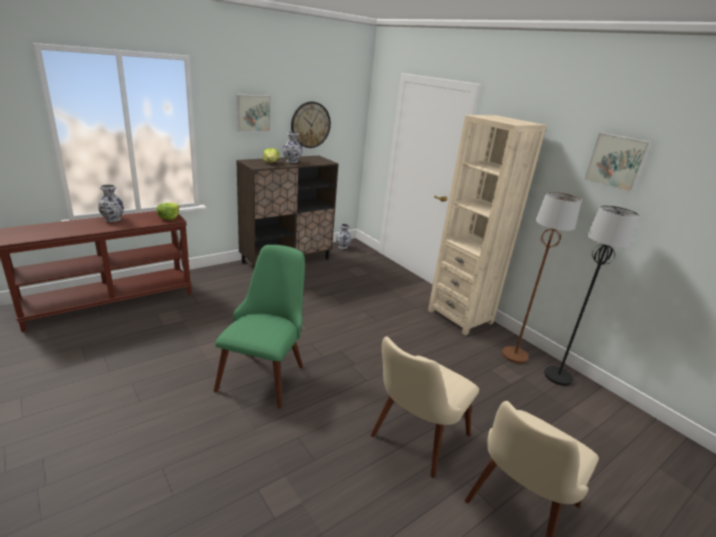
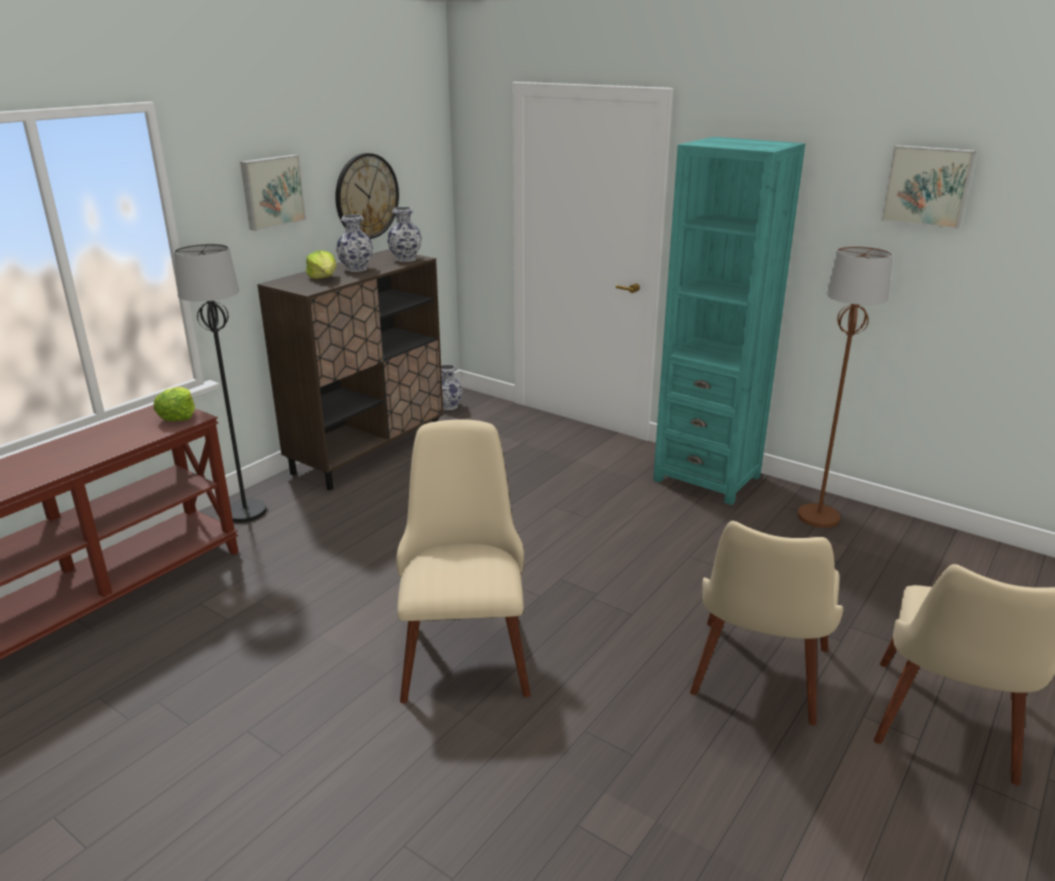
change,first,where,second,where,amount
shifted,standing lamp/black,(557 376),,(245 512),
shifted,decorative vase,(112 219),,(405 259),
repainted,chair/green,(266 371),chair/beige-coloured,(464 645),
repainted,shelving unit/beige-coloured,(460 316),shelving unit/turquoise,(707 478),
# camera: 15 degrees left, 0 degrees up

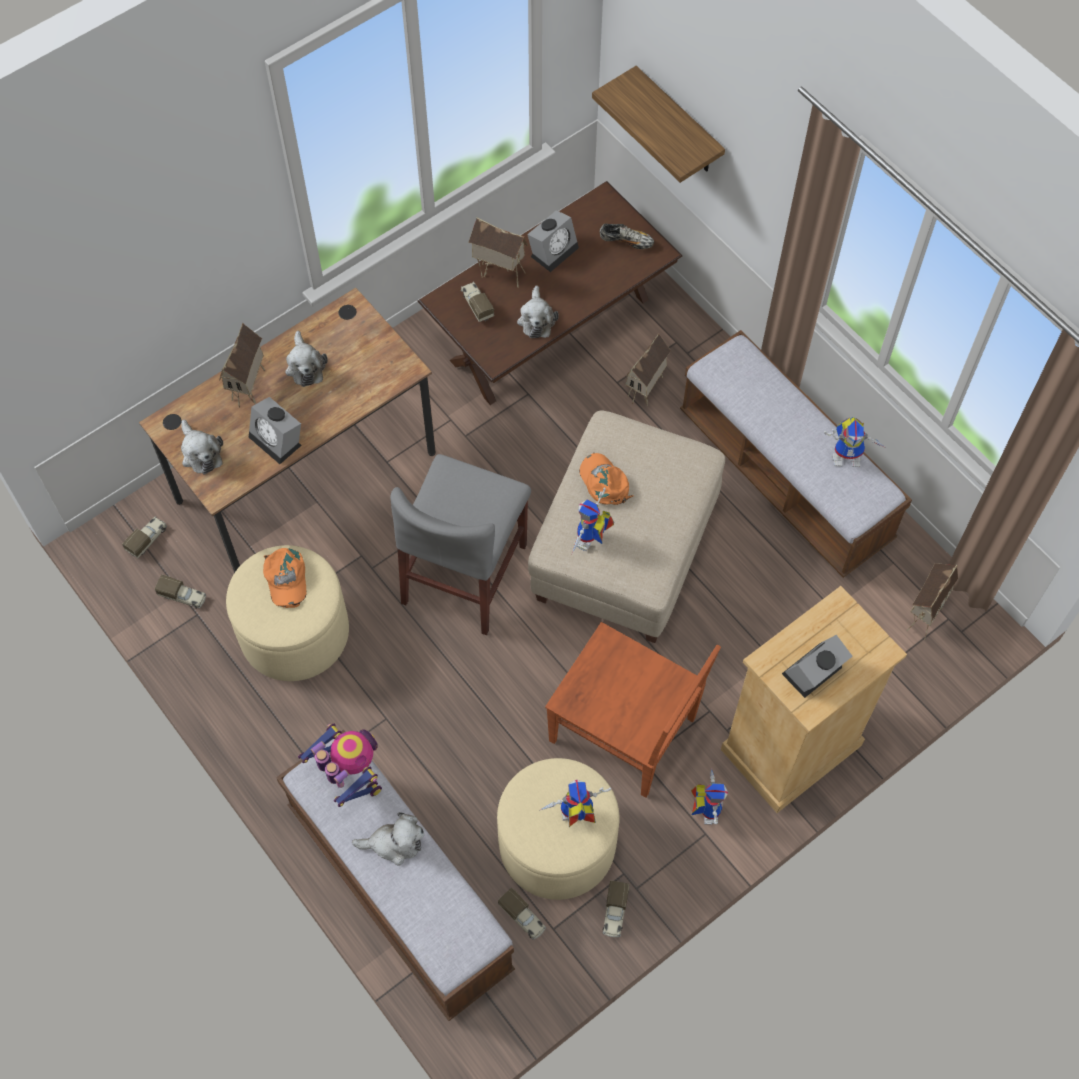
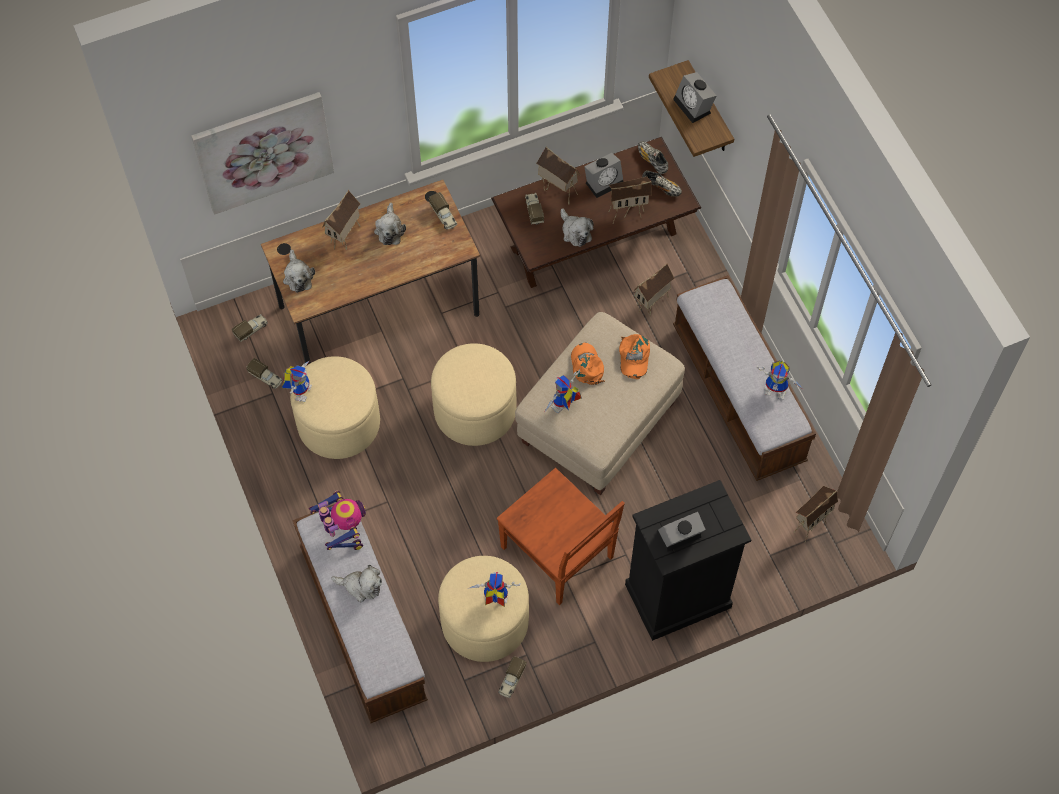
change,first,where,second,where,amount
new,,,wall art,(264 152),
shifted,toy robot,(705 808),,(300 390),
shifted,toy lorry,(523 917),,(443 216),
swapped,chair/grey,(465 574),ottoman/beige-coloured,(475 410),
rotated,soft toy,(536 319),,(575 232),45 degrees counterclockwise
new,,,model house,(627 212),
shifted,cap/orangey,(285 579),,(633 357),
repainted,dresser/beige-coloured,(790 748),dresser/black,(677 596),
new,,,low shoe,(652 160),
shifted,bedside clock,(278 440),,(694 106),
# camera: 15 degrees right, 0 degrees up

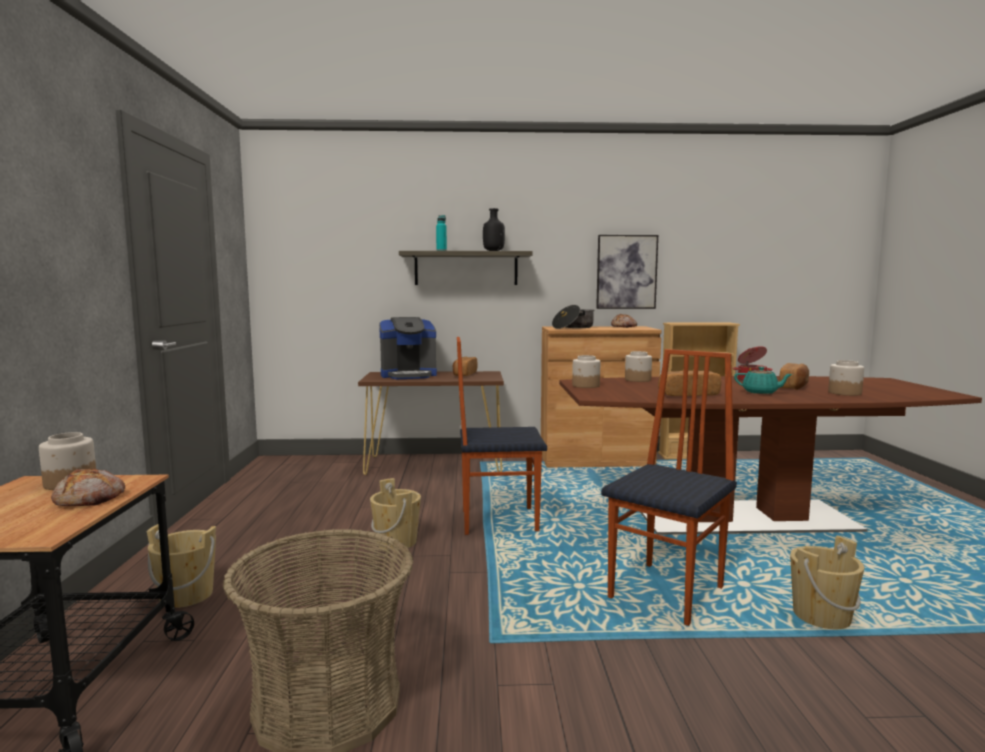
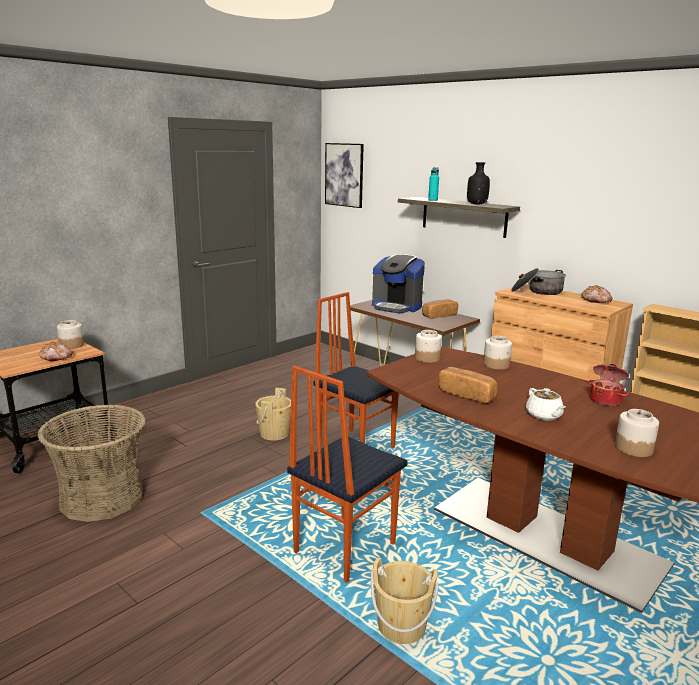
change,first,where,second,where,amount
rotated,chair,(668 593),,(343 548),135 degrees clockwise
shifted,wall art,(626 272),,(344 175),
repainted,teapot/turquoise,(761 392),teapot/whitish,(544 415),
gone,water bucket/beige-coloured,(186 595),,,
gone,baked bread,(794 386),,,
# camera: 45 degrees right, 10 degrees up

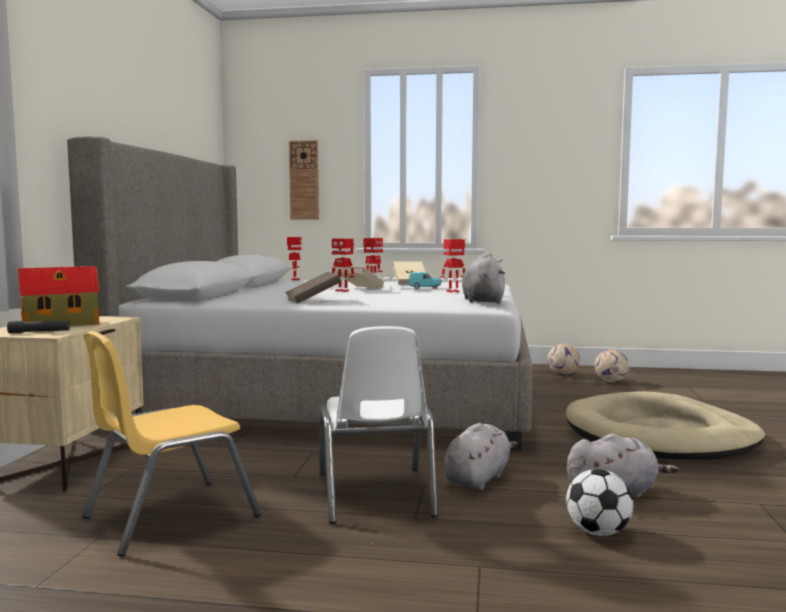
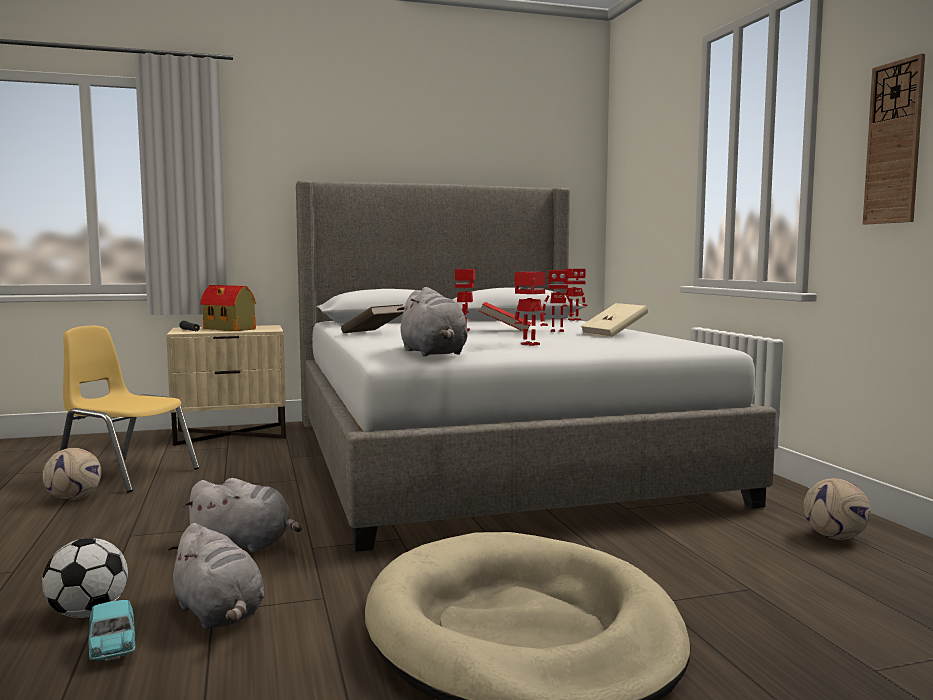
change,first,where,second,where,amount
shifted,football ball,(611 381),,(74 498),
shifted,model car/turquoise,(424 288),,(113 649),
rotated,soft toy/grey,(483 301),,(433 354),90 degrees clockwise
repainted,volume/beige-coloured,(359 288),volume/red,(505 331),
shifted,hanging clock,(304 180),,(894 143),
gone,chair/whitish,(375 494),,,
# camera: 65 degrees right, 0 degrees up

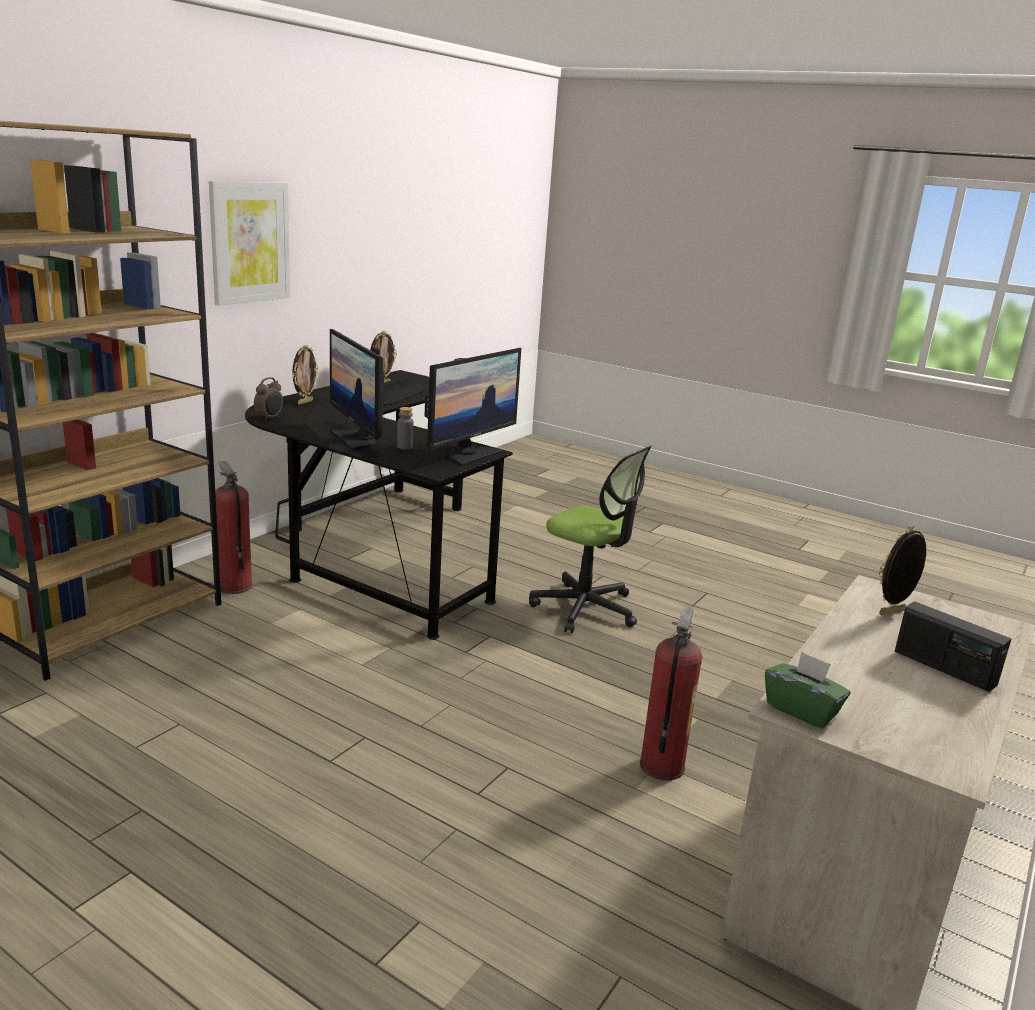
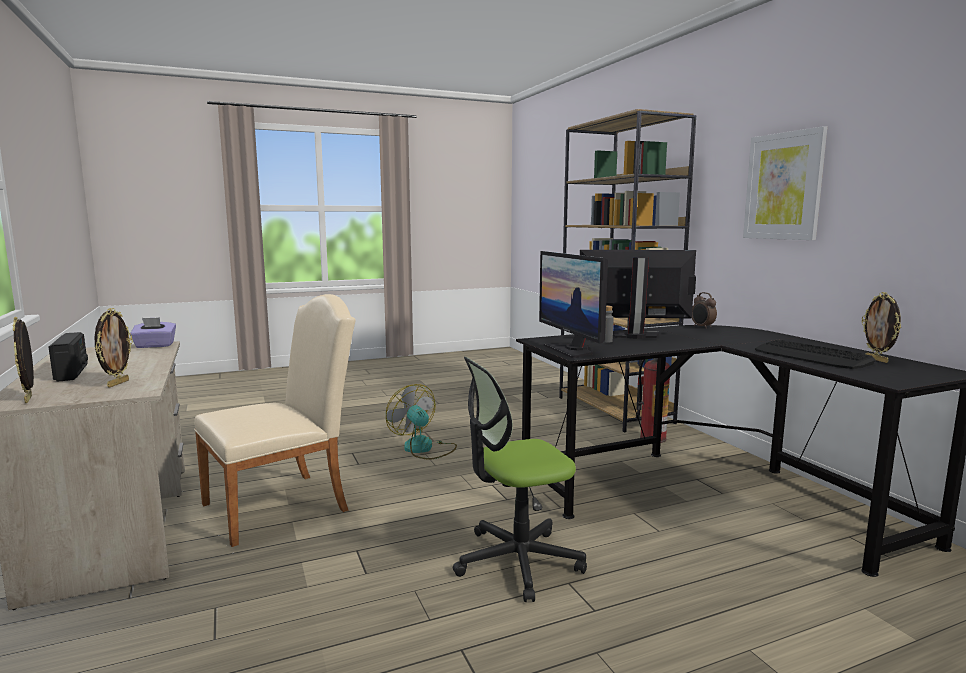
change,first,where,second,where,amount
shifted,photo frame,(305 402),,(30 399),
rotated,radio set,(944 668),,(72 373),75 degrees clockwise
repainted,tissue box/green,(802 710),tissue box/purple-coloured,(155 345),
swapped,fire extinguisher,(661 765),chair/beige-coloured,(285 504),
new,,,fan,(423 448),
# camera: 125 degrees right, 10 degrees down

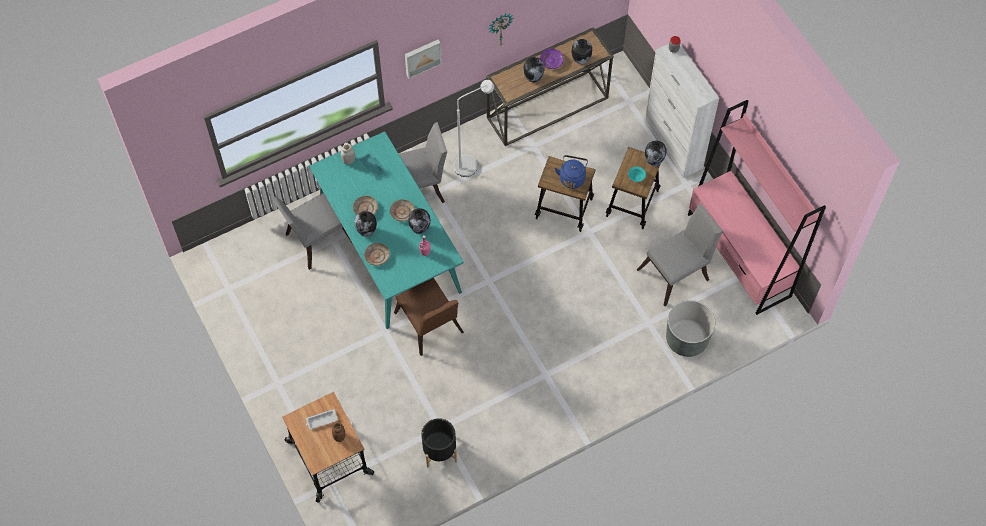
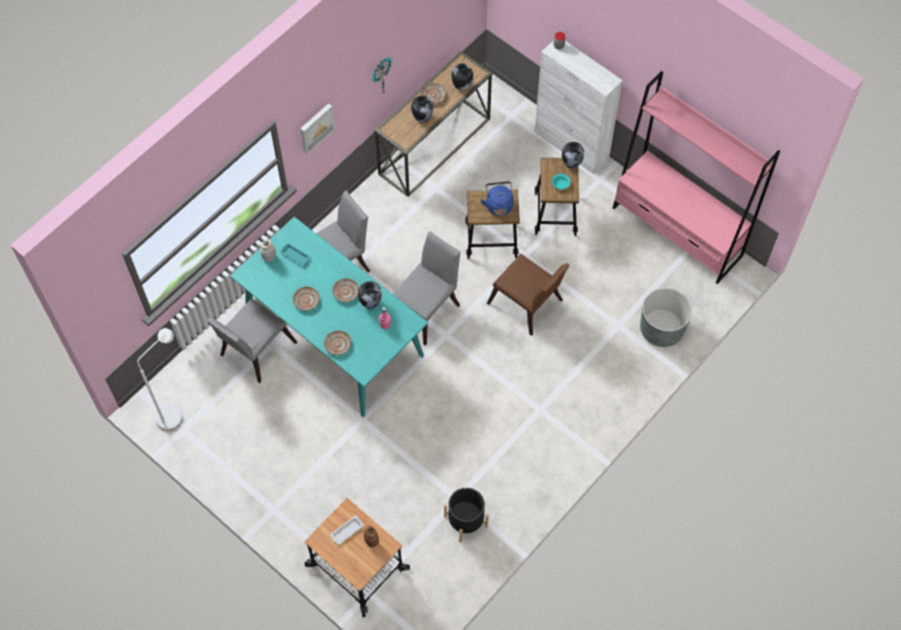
change,first,where,second,where,amount
shifted,standing lamp/whitish,(471 164),,(174 413),
shifted,chair/grey,(677 273),,(426 308),
repainted,flat dish/purple-coloured,(551 61),flat dish/beige-coloured,(433 95),
shifted,chair/brownish,(430 327),,(528 305),
gone,decorative vase,(366 232),,,
# camera: 20 degrees left, 0 degrees up

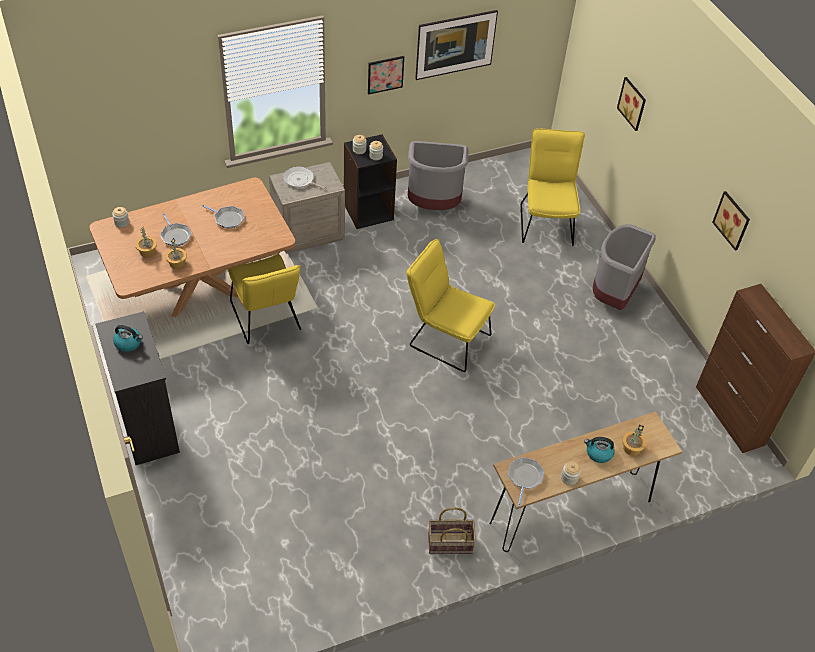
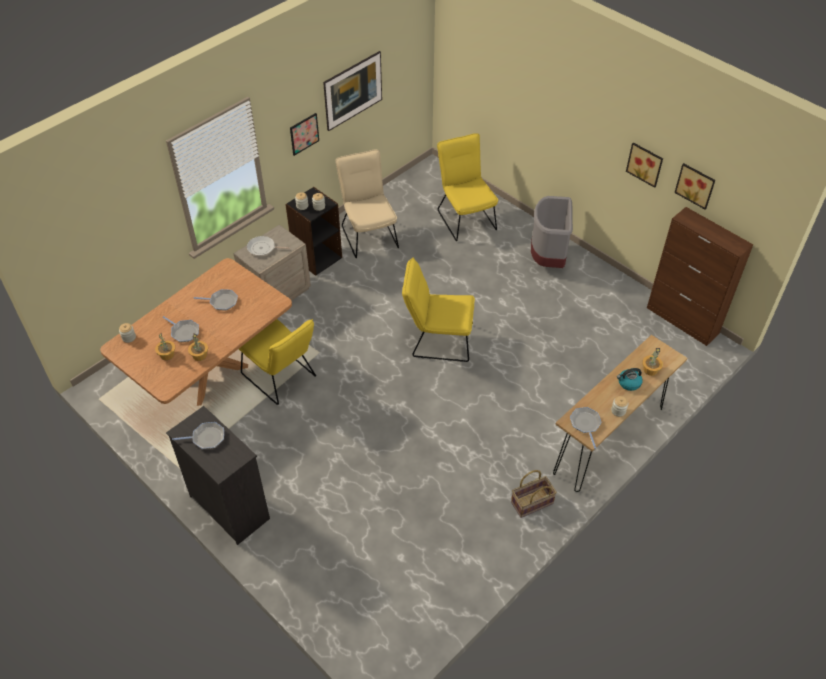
change,first,where,second,where,amount
swapped,tea kettle,(129 343),frying pan,(206 438),
swapped,rubbish bin/grey,(434 205),chair/beige-coloured,(368 234),
shifted,wall art,(633 103),,(696 185),
# camera: 20 degrees left, 0 degrees up

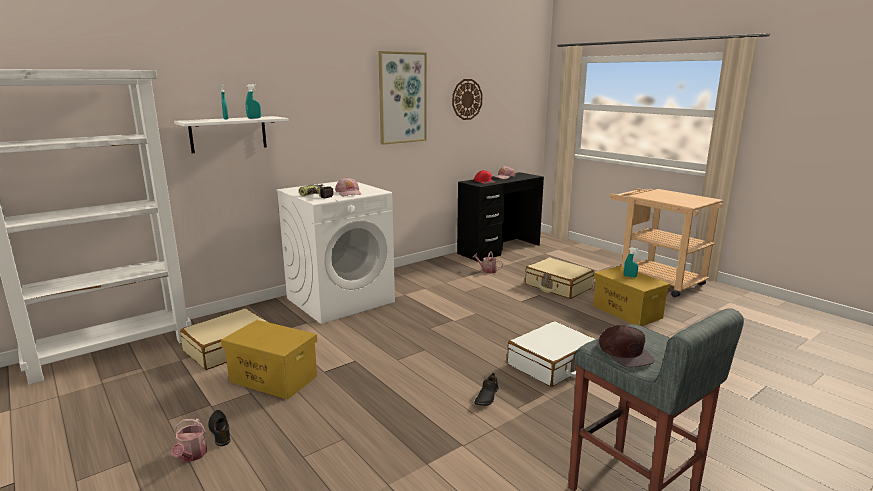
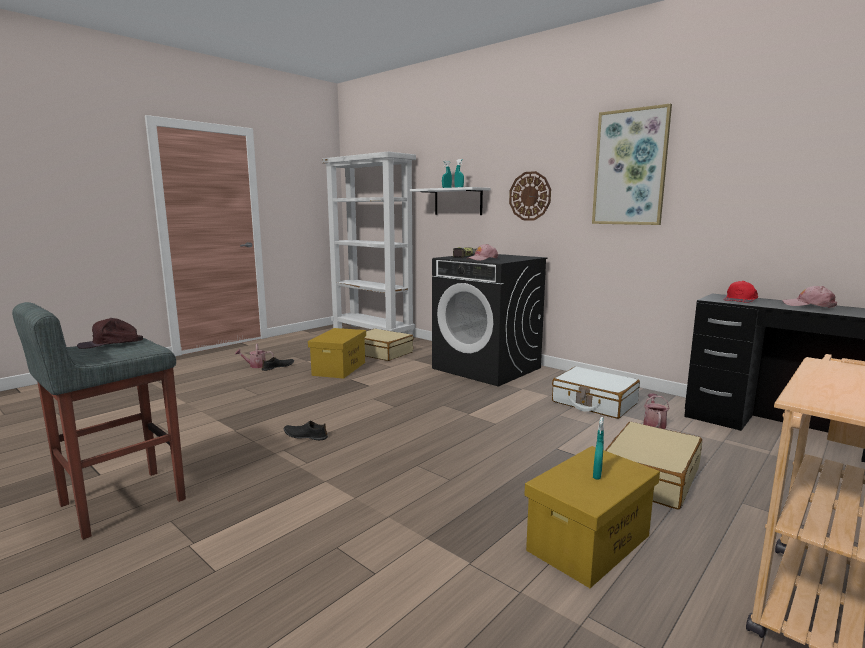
change,first,where,second,where,amount
repainted,laundry appliance/whitish,(340 300),laundry appliance/black,(487 368),
shifted,hanging clock,(467 99),,(530 196),
shifted,suitcase/whitish,(552 364),,(594 403),
# camera: 80 degrees right, 5 degrees down

